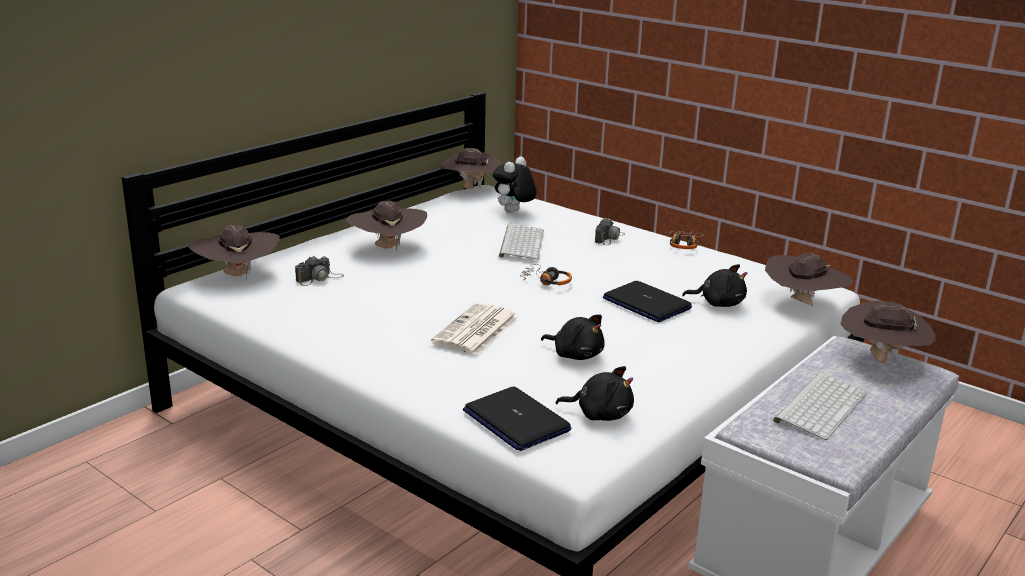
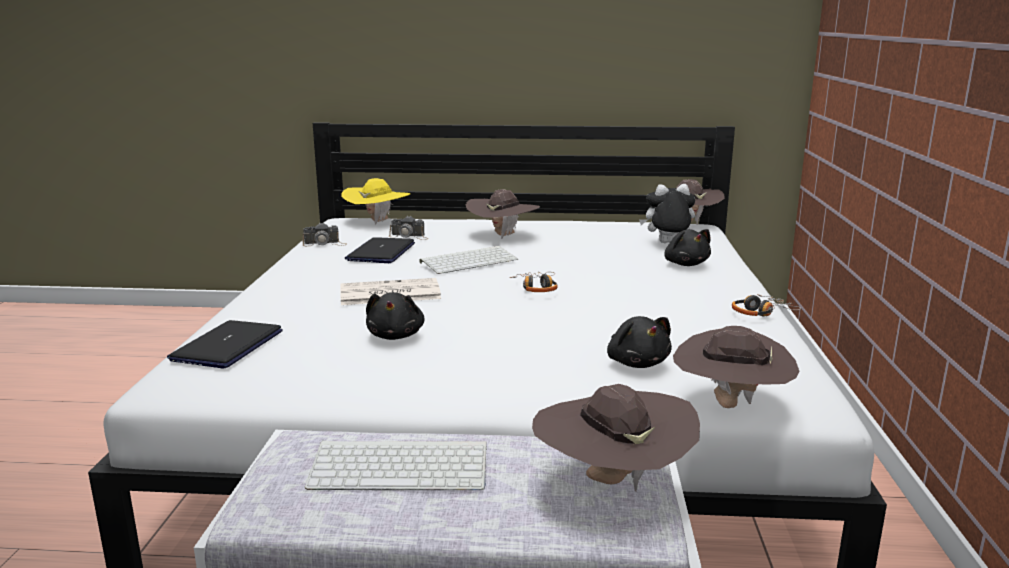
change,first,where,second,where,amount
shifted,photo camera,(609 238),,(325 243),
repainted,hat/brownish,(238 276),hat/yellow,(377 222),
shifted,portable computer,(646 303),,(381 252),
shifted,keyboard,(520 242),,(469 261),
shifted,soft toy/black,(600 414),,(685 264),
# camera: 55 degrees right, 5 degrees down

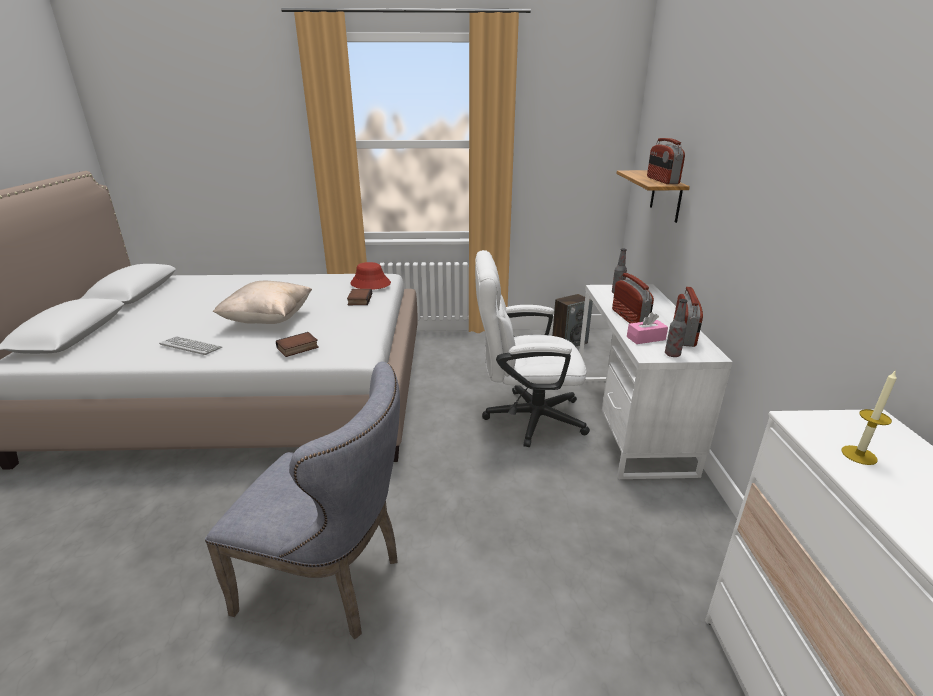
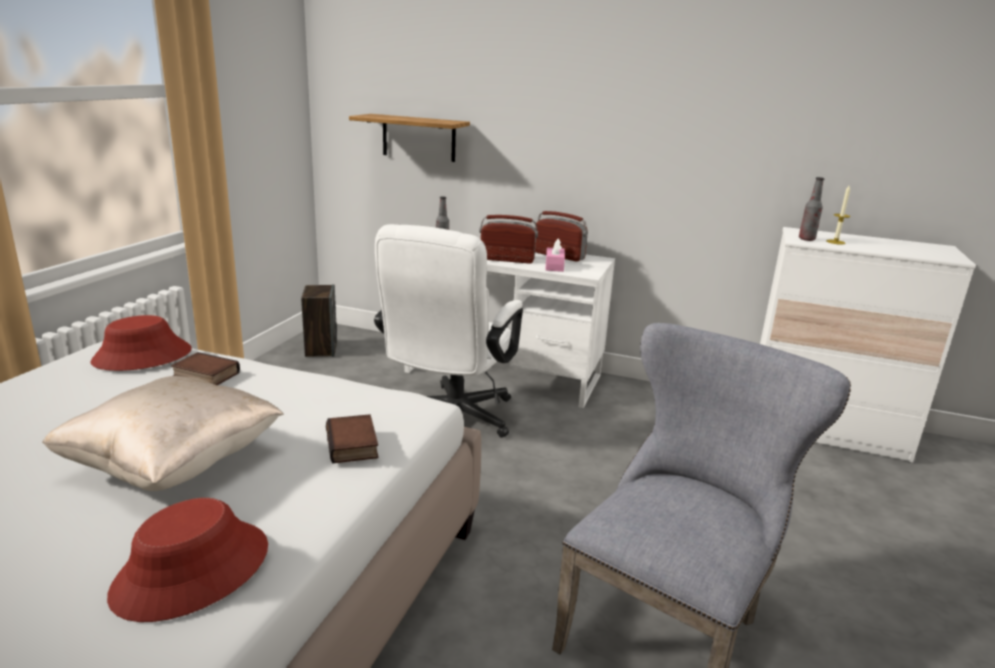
change,first,where,second,where,amount
swapped,keyboard,(191 346),hat/red,(192 571),
shifted,drink bottle,(672 354),,(806 239),
gone,radio set,(662 180),,,
# camera: 70 degrees left, 5 degrees down

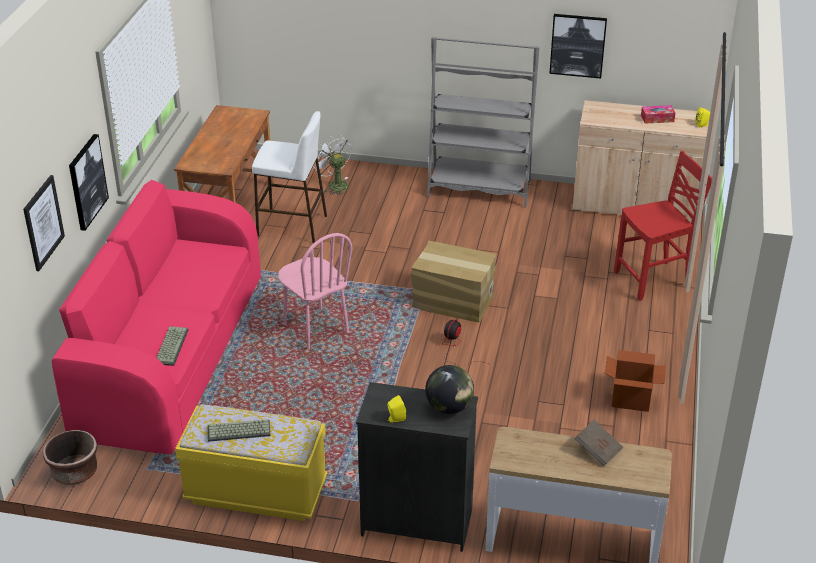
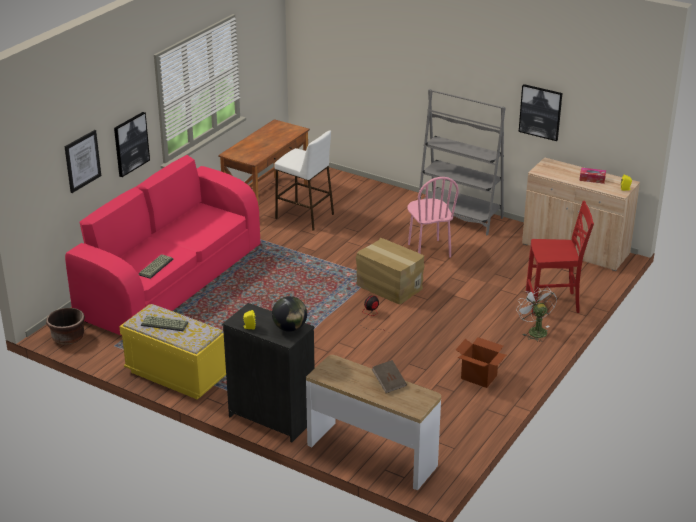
change,first,where,second,where,amount
shifted,chair/pink-coloured,(315 329),,(428 251),
shifted,fan/whitish,(334 184),,(534 330),
# camera: 20 degrees right, 5 degrees down

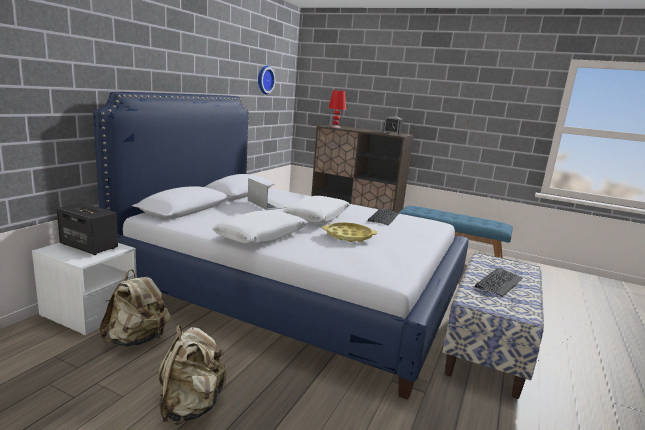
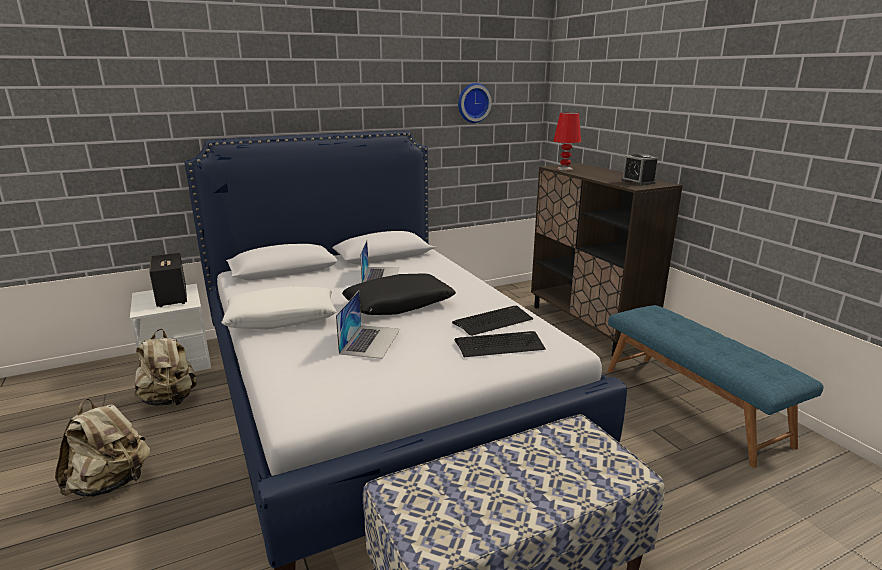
change,first,where,second,where,amount
swapped,serving tray/yellow,(348 236),portable computer,(370 341),
repainted,cushion/whitish,(317 217),cushion/black,(399 304),
shifted,keyboard,(499 282),,(499 345),
# camera: 40 degrees right, 5 degrees up

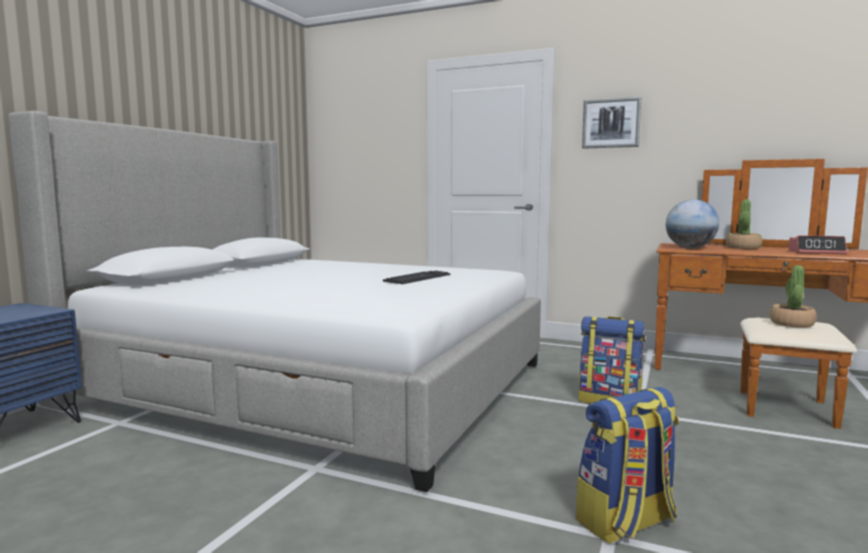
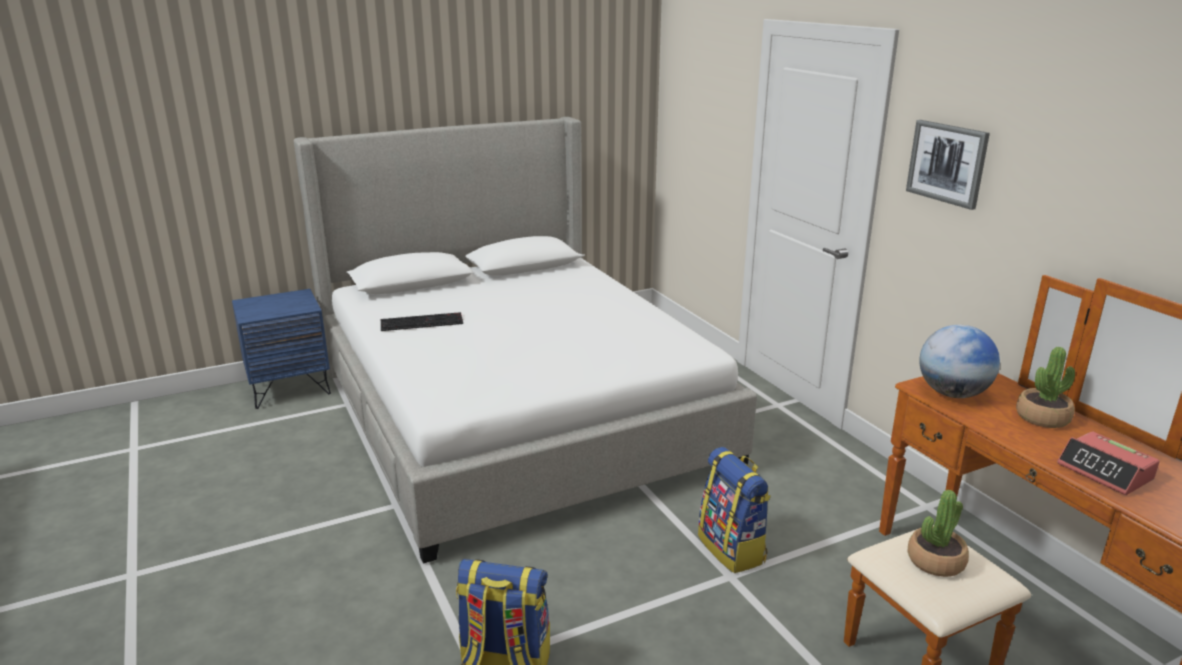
change,first,where,second,where,amount
shifted,keyboard,(417 278),,(422 322),
# camera: 40 degrees right, 15 degrees up

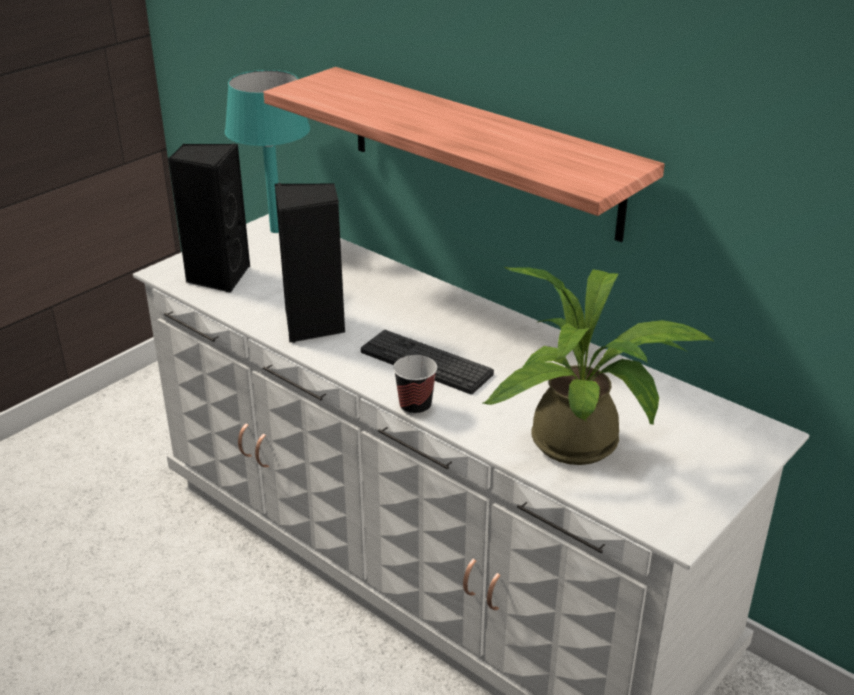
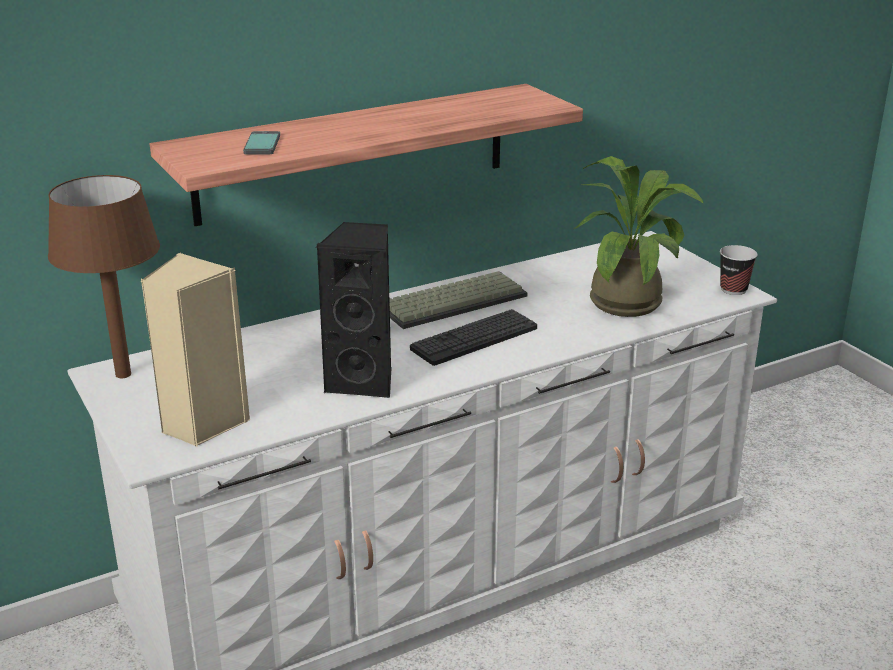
change,first,where,second,where,amount
repainted,tabletop lamp/turquoise,(275 230),tabletop lamp/brownish,(123 375),
repainted,loudspeaker/black,(217 276),loudspeaker/beige-coloured,(201 424),
new,,,phone,(262 144),
new,,,keyboard,(454 301),
shifted,small cup,(415 406),,(733 289),
# camera: 70 degrees left, 5 degrees down

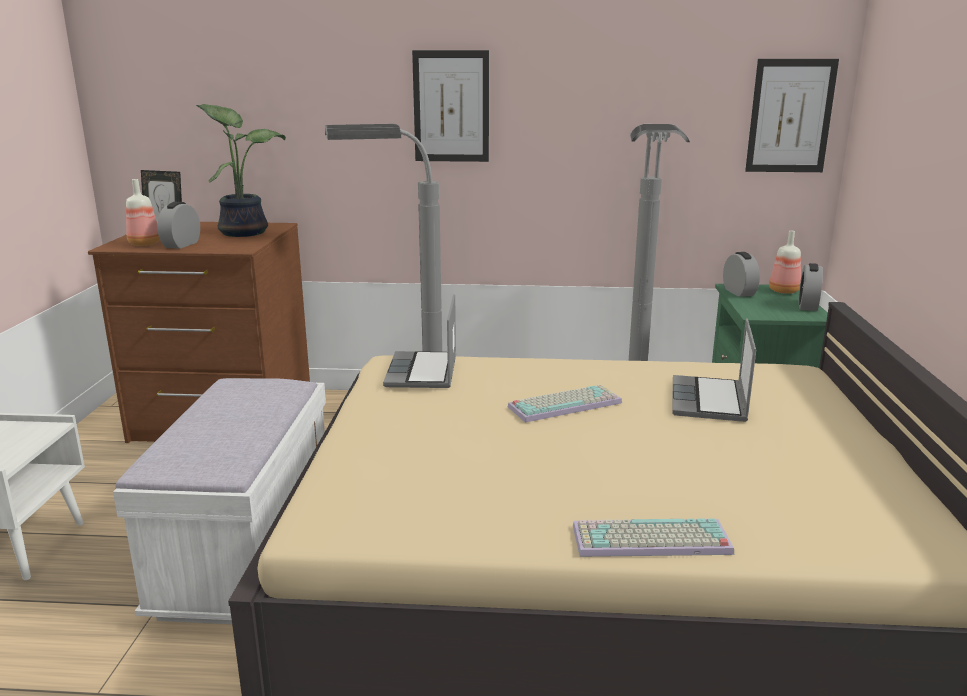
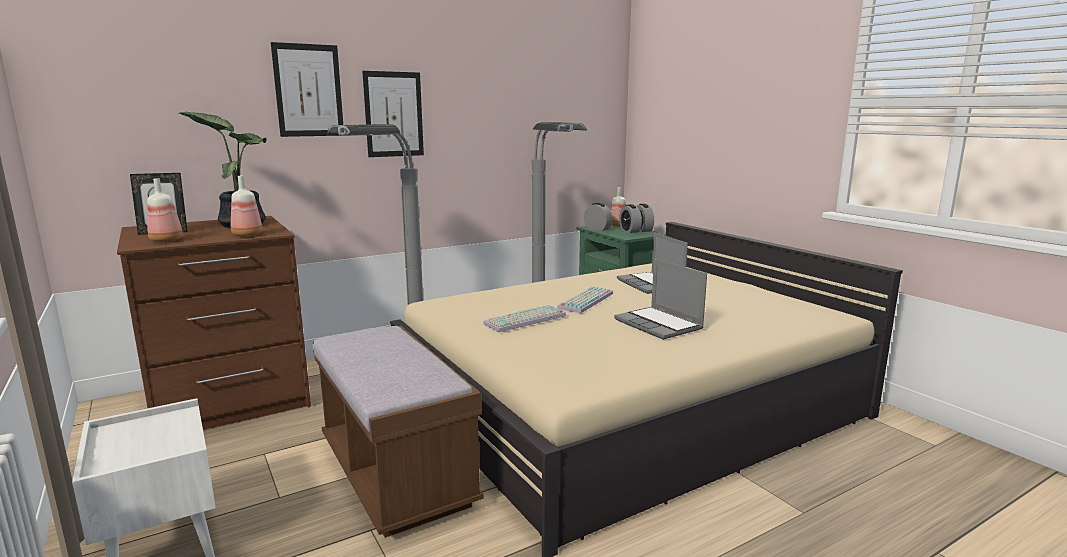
change,first,where,second,where,amount
new,,,drink bottle,(246 235),
shifted,wall art,(790 116),,(308 90),
repainted,indoor bench/whitish,(249 554),indoor bench/brownish,(396 474),
shifted,keyboard,(649 541),,(525 320),
shifted,portable computer,(423 372),,(659 324),
shifted,bedside clock,(181 245),,(629 231),
# camera: 35 degrees left, 5 degrees down

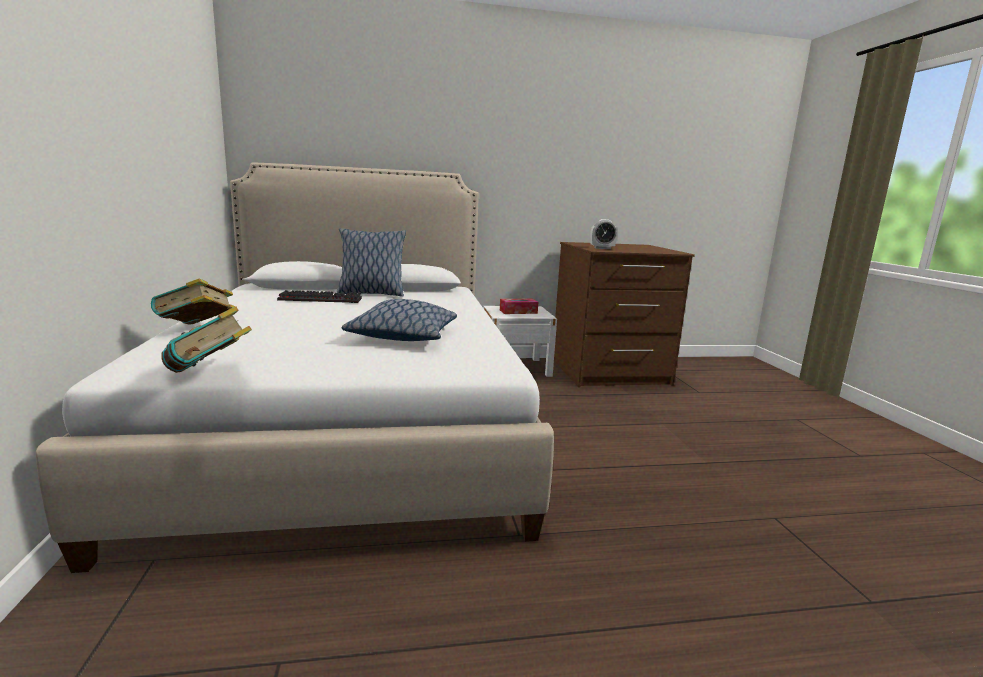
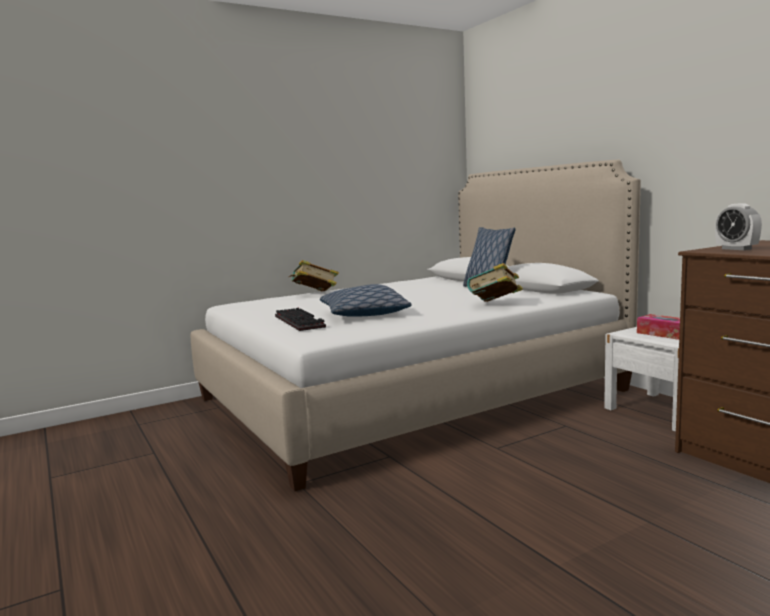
change,first,where,second,where,amount
shifted,keyboard,(322 299),,(301 322),
shifted,volume,(209 374),,(495 304),
# camera: 70 degrees right, 5 degrees down

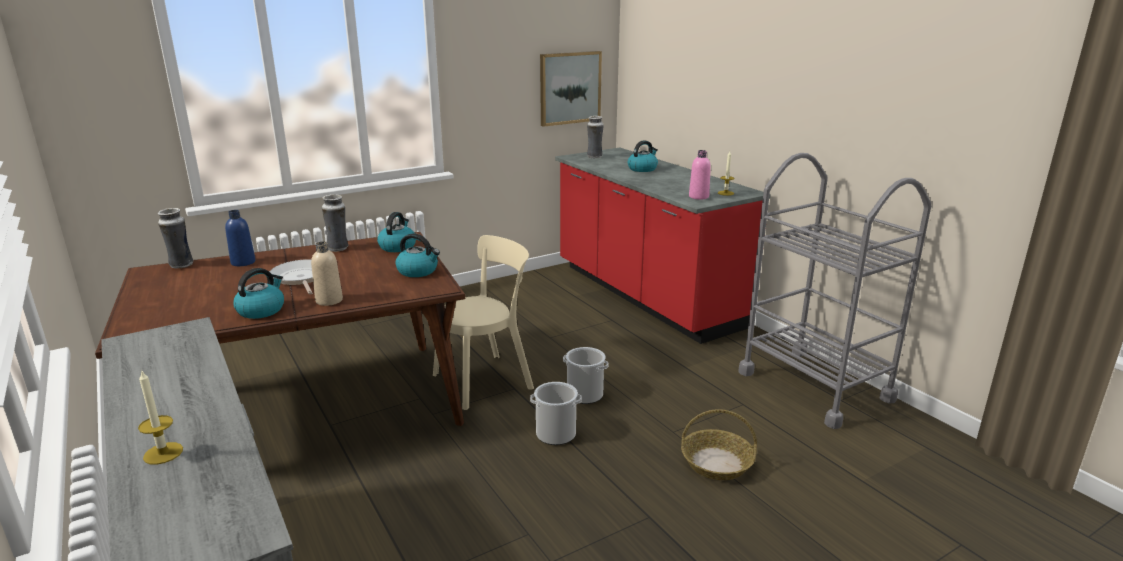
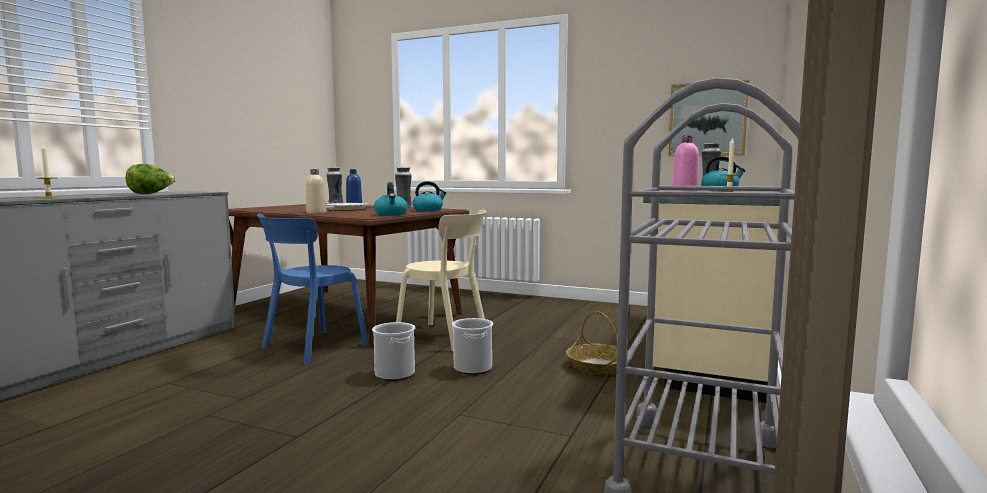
change,first,where,second,where,amount
new,,,head of lettuce,(151 194),
new,,,chair/bluish,(311 348),
shifted,household basket,(716 463),,(598 366),
repainted,kitchen counter/red,(646 295),kitchen counter/beige-coloured,(709 346),
gone,tea kettle,(261 310),,,
# camera: 55 degrees right, 15 degrees down

